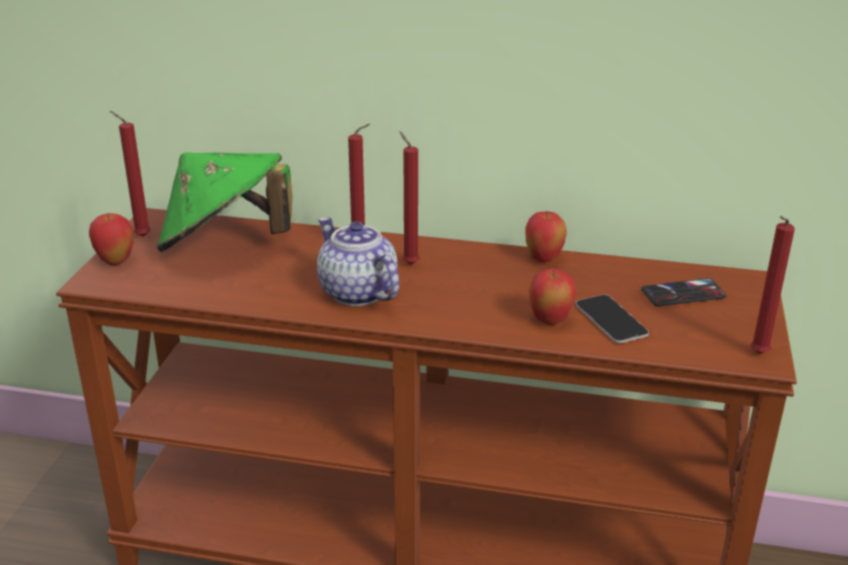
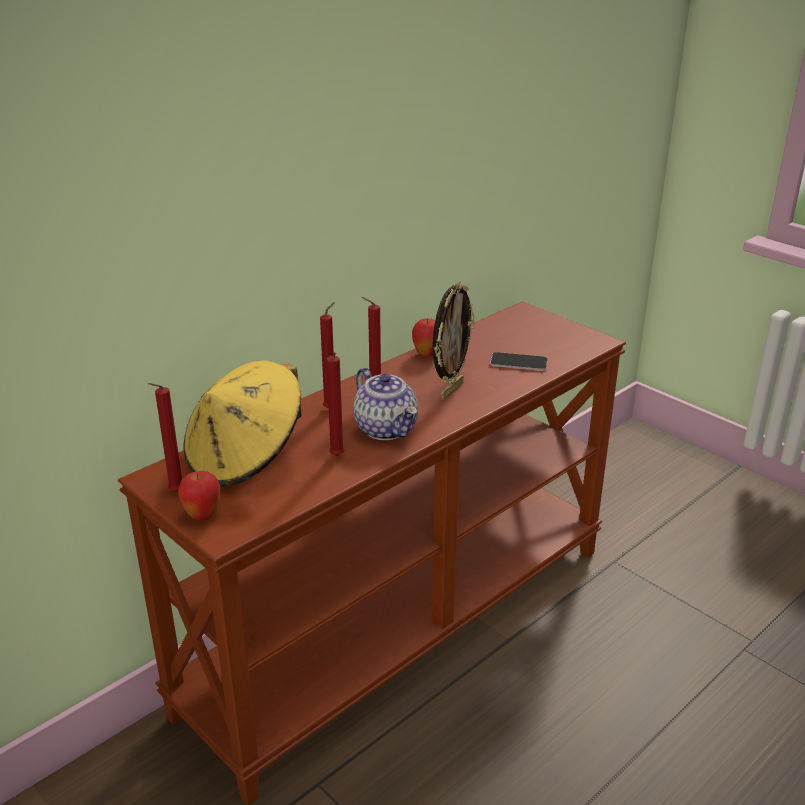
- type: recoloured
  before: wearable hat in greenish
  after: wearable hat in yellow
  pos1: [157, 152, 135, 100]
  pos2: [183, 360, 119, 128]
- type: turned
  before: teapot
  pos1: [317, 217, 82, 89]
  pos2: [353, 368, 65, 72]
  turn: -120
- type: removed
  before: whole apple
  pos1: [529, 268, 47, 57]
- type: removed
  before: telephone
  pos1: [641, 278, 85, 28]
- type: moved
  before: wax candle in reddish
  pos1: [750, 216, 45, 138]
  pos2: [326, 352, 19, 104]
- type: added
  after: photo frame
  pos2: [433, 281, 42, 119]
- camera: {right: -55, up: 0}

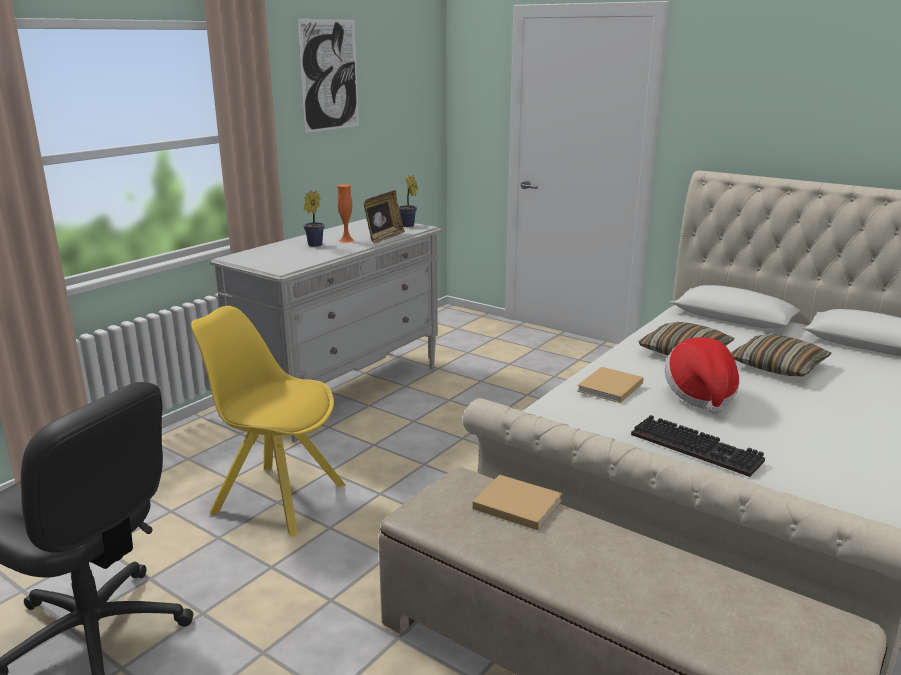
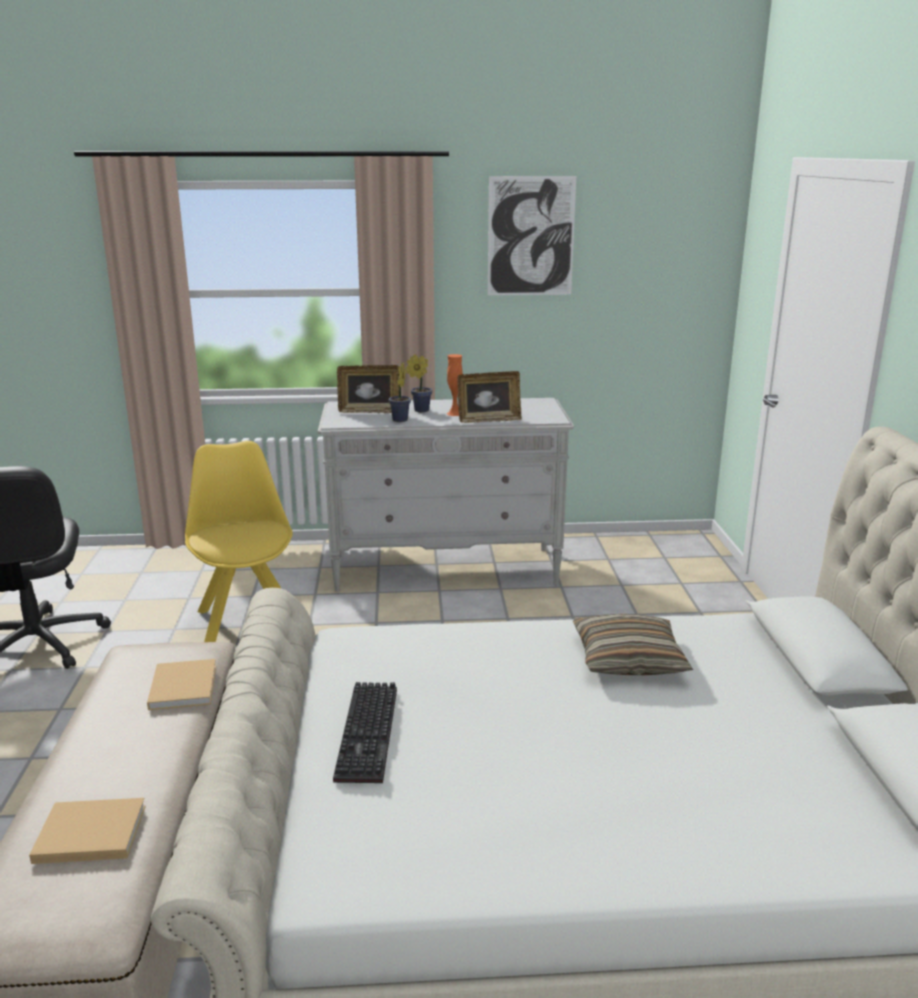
- type: moved
  before: plant in a pot
  pos1: [399, 175, 19, 52]
  pos2: [388, 363, 23, 59]
- type: moved
  before: volume in beige-coloured
  pos1: [577, 367, 67, 36]
  pos2: [29, 798, 117, 66]
- type: removed
  before: wearable hat
  pos1: [665, 337, 75, 77]
- type: removed
  before: throw pillow
  pos1: [731, 334, 100, 42]
- type: added
  after: photo frame
  pos2: [337, 365, 62, 48]
- camera: {right: 50, up: 0}

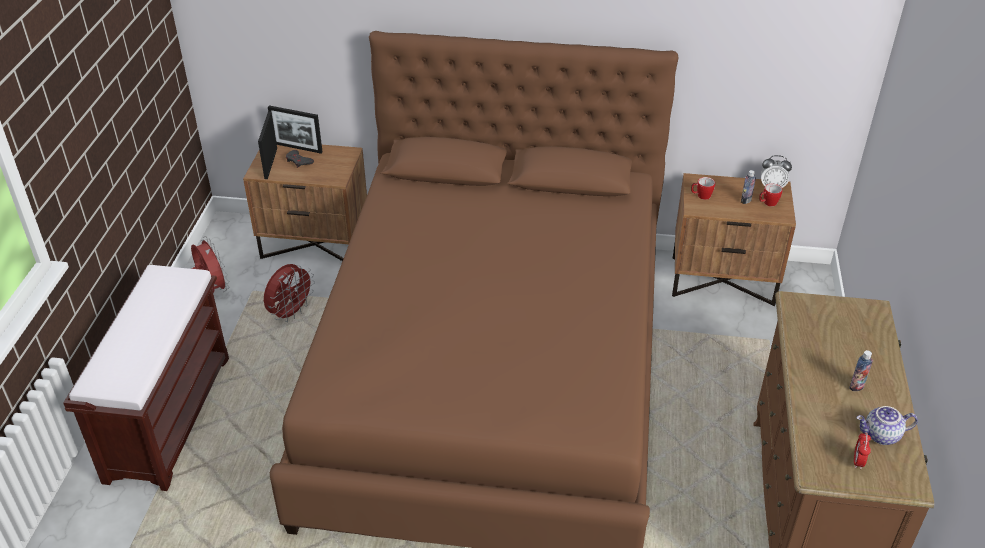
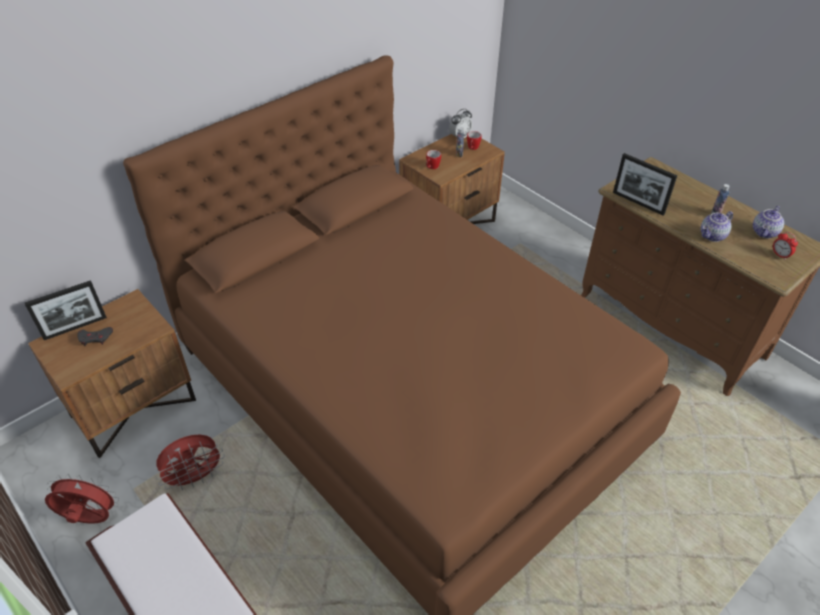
- type: moved
  before: photo frame
  pos1: [258, 111, 19, 68]
  pos2: [613, 153, 64, 63]
- type: turned
  before: cooling fan in reddish
  pos1: [264, 264, 51, 58]
  pos2: [156, 435, 69, 55]
  turn: 75
- type: added
  after: teapot
  pos2: [701, 211, 32, 31]
- camera: {right: -50, up: 5}

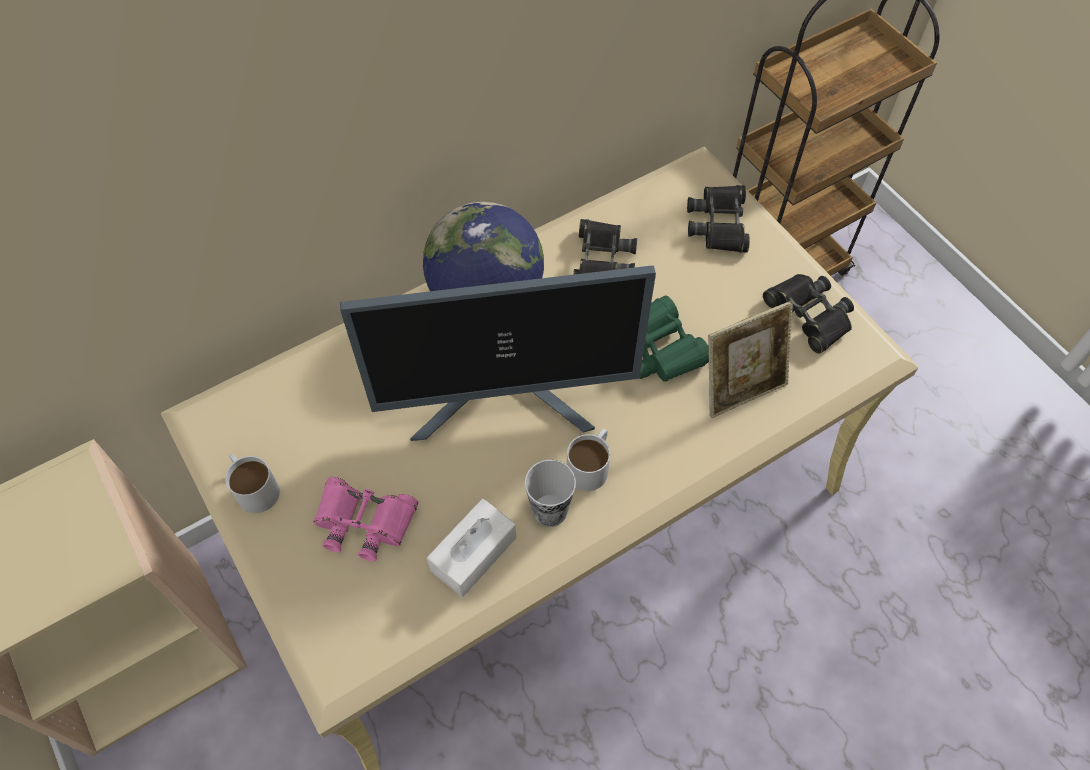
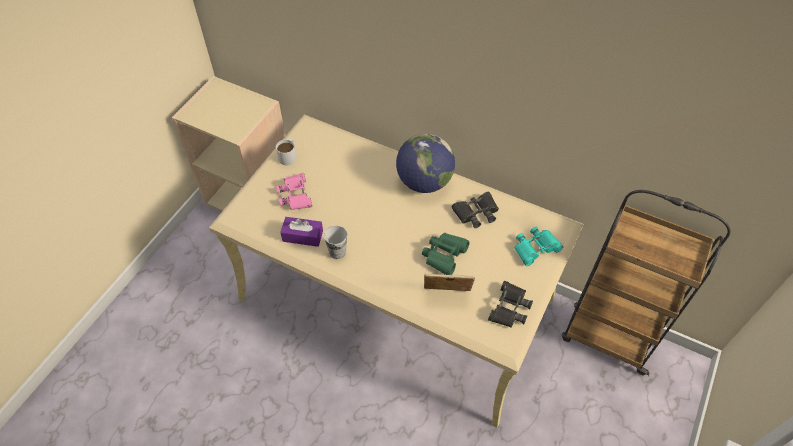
- type: removed
  before: monitor
  pos1: [340, 265, 316, 176]
- type: recoloured
  before: box of tissues in whitish
  after: box of tissues in purple
  pos1: [427, 499, 89, 98]
  pos2: [280, 217, 43, 30]
- type: removed
  before: tea mug in whitish
  pos1: [567, 429, 43, 62]
- type: recoloured
  before: binoculars in blackish
  after: binoculars in blue-green
  pos1: [687, 185, 63, 68]
  pos2: [514, 227, 49, 39]
- type: turned
  before: photo frame
  pos1: [708, 301, 85, 117]
  pos2: [424, 274, 51, 17]
  turn: 150
- camera: {right: 60, up: -5}

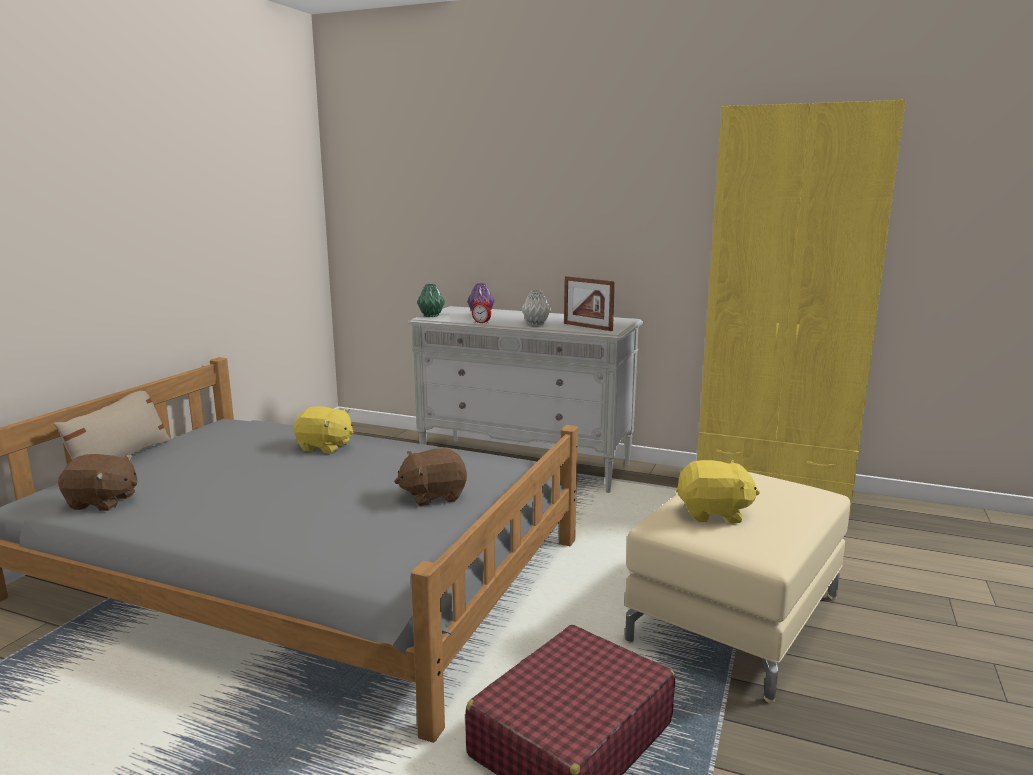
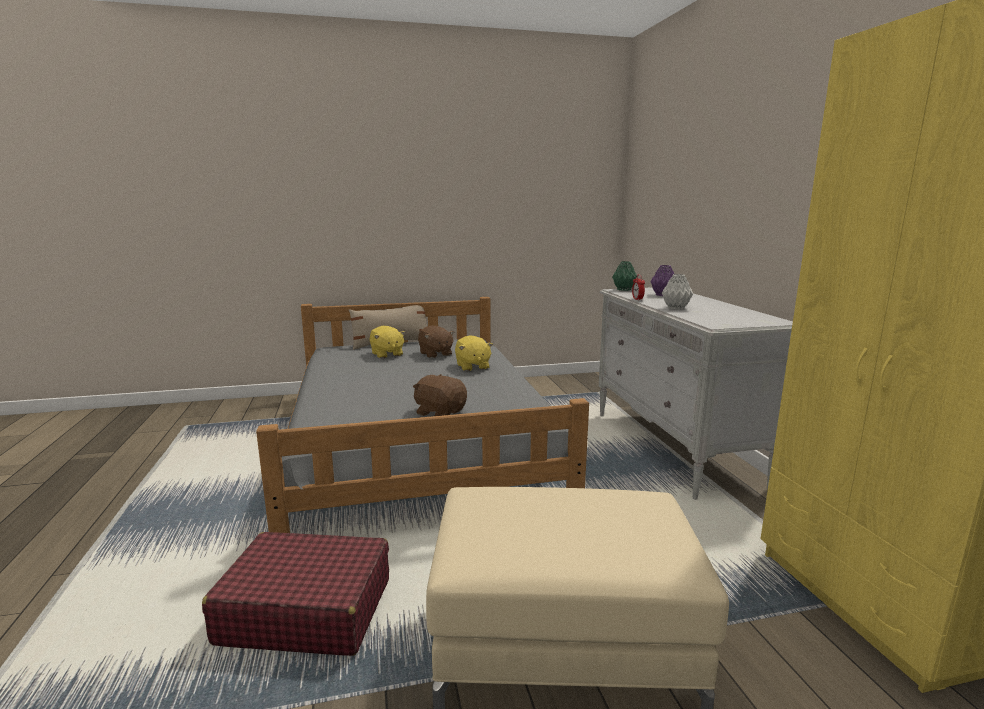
- type: moved
  before: plush toy in brownish
  pos1: [58, 454, 79, 57]
  pos2: [418, 325, 37, 33]
- type: removed
  before: photo frame
  pos1: [564, 276, 51, 55]
- type: moved
  before: plush toy in yellow
  pos1: [676, 460, 84, 63]
  pos2: [370, 326, 35, 32]
- camera: {right: 55, up: 0}

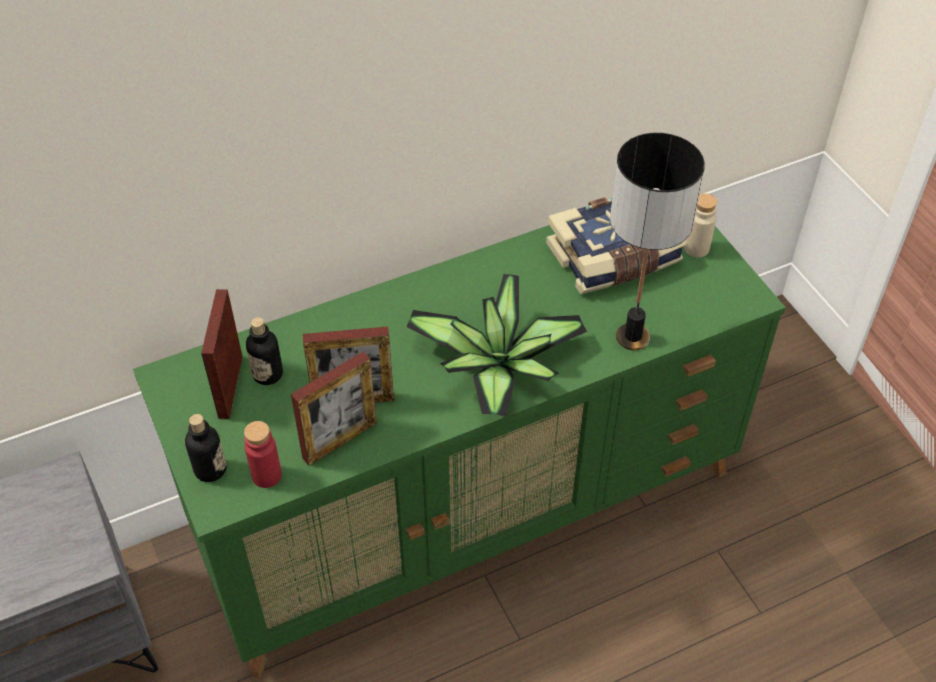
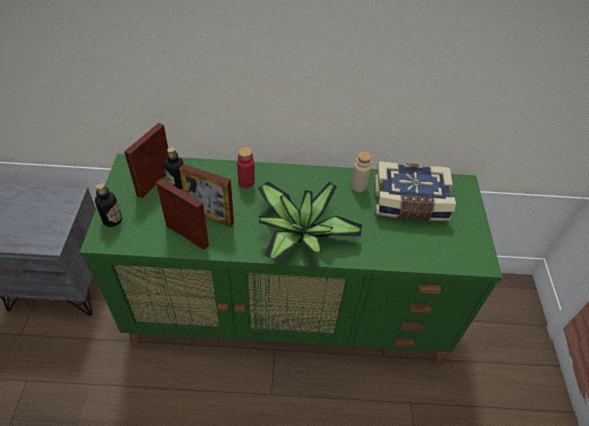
- type: moved
  before: drink bottle in reddish
  pos1: [244, 421, 38, 67]
  pos2: [237, 147, 18, 41]
- type: turned
  before: photo frame
  pos1: [291, 351, 86, 115]
  pos2: [156, 178, 53, 72]
  turn: -135
- type: removed
  before: lamp for a table
  pos1: [610, 133, 95, 217]
- type: moved
  before: drink bottle in beige-coloured
  pos1: [684, 193, 33, 64]
  pos2: [351, 151, 21, 41]
- camera: {right: 25, up: 0}

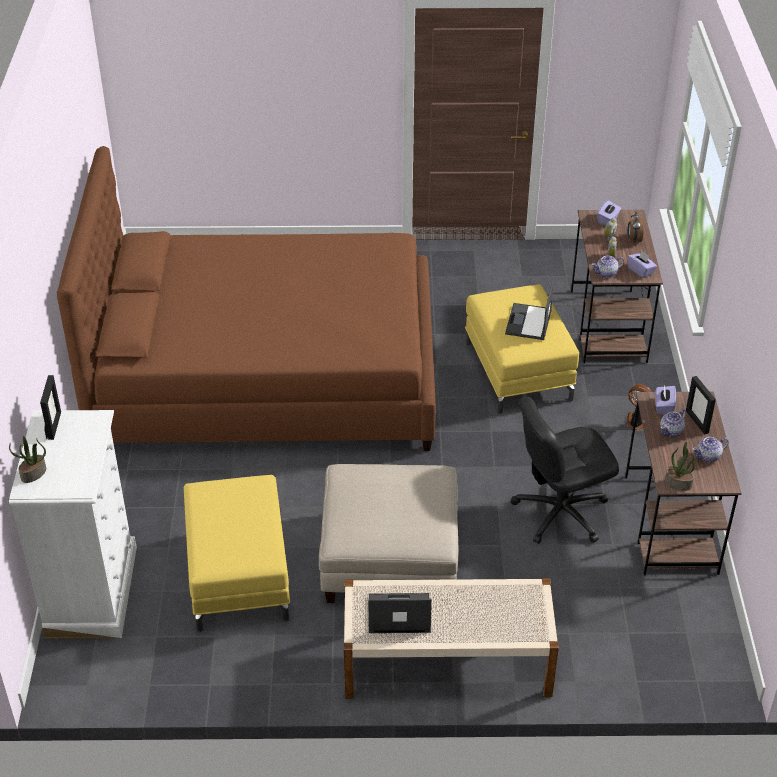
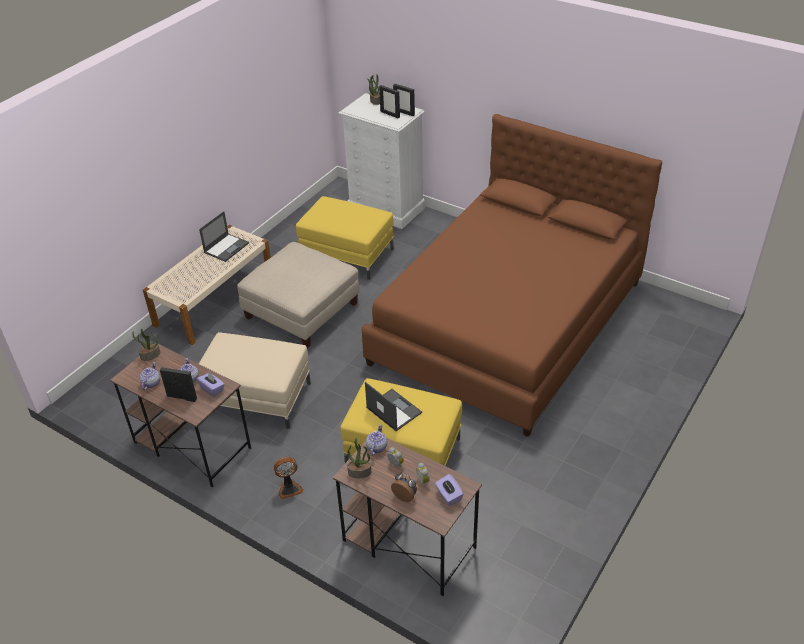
- type: replaced
  before: desk chair in blackish
  after: pouffe in beige-coloured
  pos1: [511, 397, 108, 147]
  pos2: [199, 332, 112, 97]
- type: replaced
  before: box of tissues in purple
  after: plant in a pot
  pos1: [627, 251, 30, 27]
  pos2: [347, 438, 24, 40]
- type: added
  after: photo frame
  pos2: [379, 85, 21, 33]
- camera: {right: 125, up: 0}

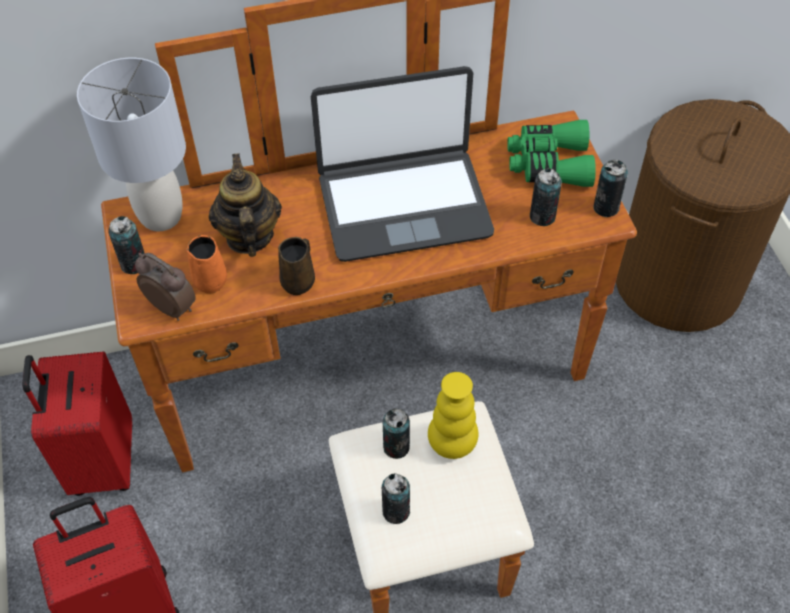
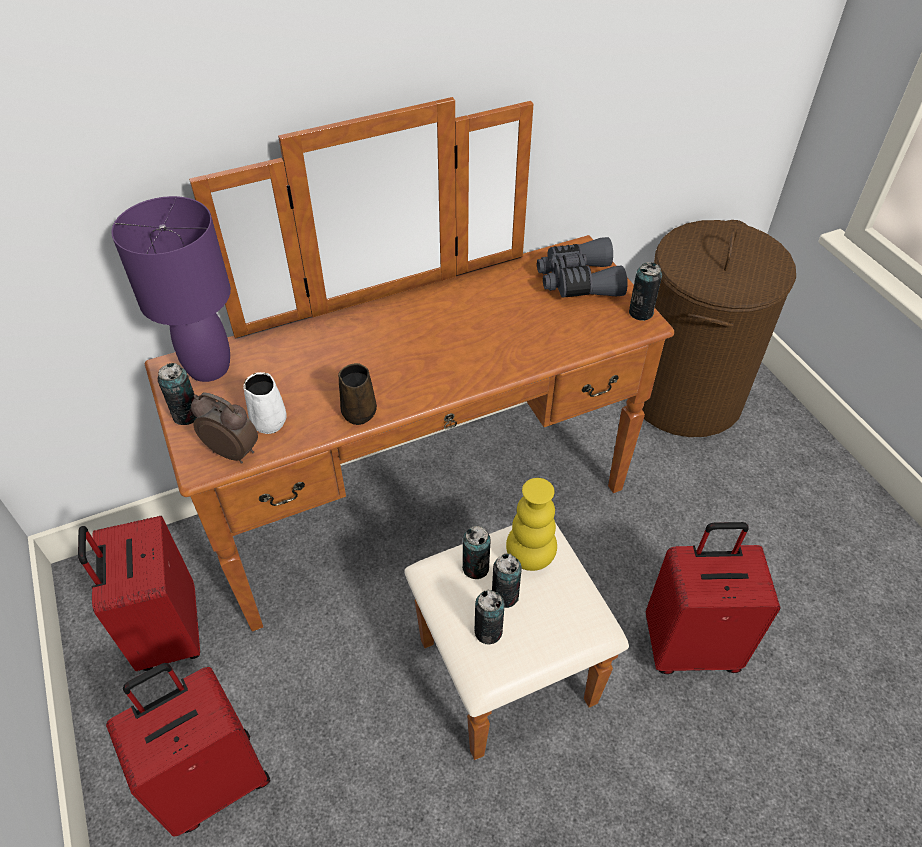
- type: recoloured
  before: lamp for a table in grey
  after: lamp for a table in purple
  pos1: [77, 58, 109, 173]
  pos2: [111, 196, 120, 186]
- type: recoloured
  before: tea mug in orange-coloured
  after: tea mug in whitish
  pos1: [187, 235, 40, 59]
  pos2: [243, 372, 43, 62]
- type: removed
  before: teapot
  pos1: [209, 153, 73, 104]
- type: removed
  before: notebook computer
  pos1: [311, 66, 183, 196]
- type: recoloured
  before: binoculars in greenish
  after: binoculars in grey
  pos1: [507, 120, 89, 67]
  pos2: [537, 237, 90, 61]
- type: moved
  before: metal can
  pos1: [530, 168, 32, 58]
  pos2: [492, 553, 30, 55]
- type: added
  after: suitcase in reddish
  pos2: [646, 522, 135, 152]
- camera: {right: -10, up: -5}

